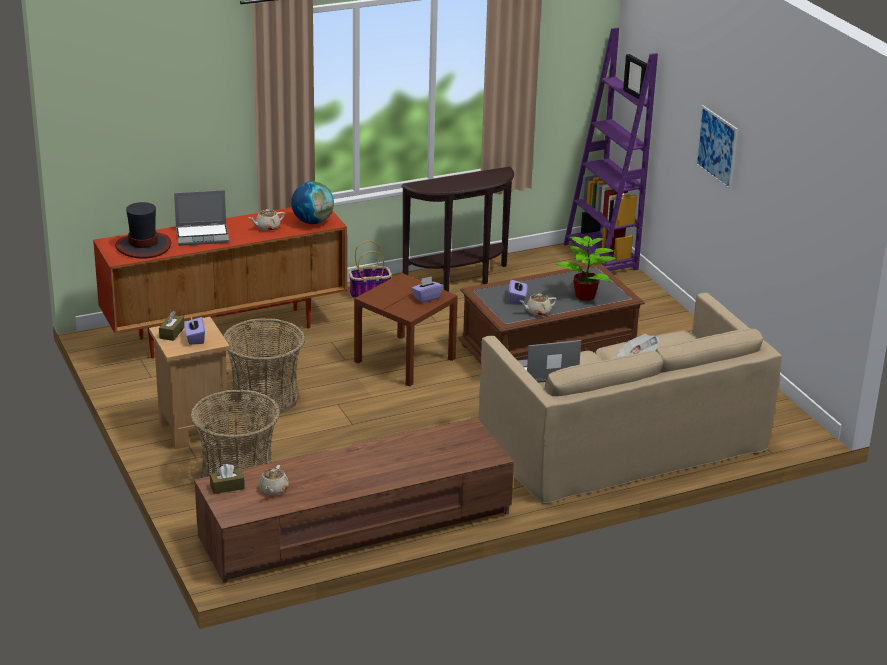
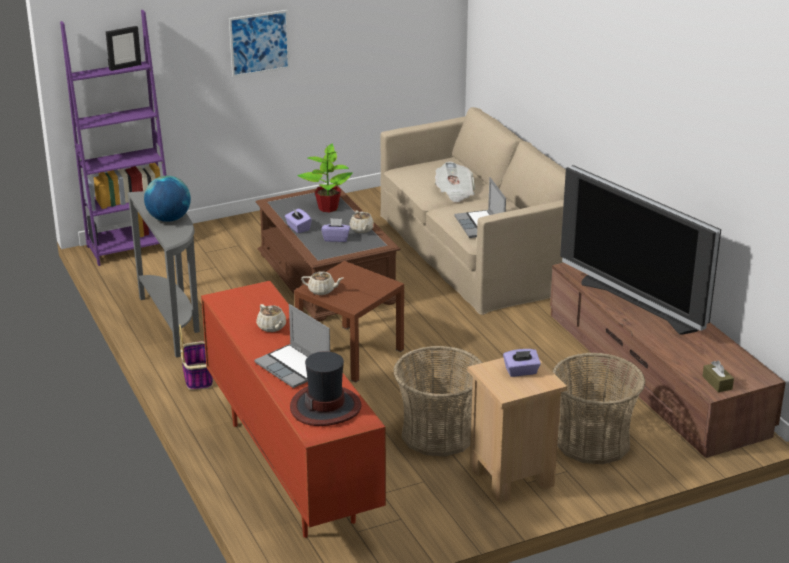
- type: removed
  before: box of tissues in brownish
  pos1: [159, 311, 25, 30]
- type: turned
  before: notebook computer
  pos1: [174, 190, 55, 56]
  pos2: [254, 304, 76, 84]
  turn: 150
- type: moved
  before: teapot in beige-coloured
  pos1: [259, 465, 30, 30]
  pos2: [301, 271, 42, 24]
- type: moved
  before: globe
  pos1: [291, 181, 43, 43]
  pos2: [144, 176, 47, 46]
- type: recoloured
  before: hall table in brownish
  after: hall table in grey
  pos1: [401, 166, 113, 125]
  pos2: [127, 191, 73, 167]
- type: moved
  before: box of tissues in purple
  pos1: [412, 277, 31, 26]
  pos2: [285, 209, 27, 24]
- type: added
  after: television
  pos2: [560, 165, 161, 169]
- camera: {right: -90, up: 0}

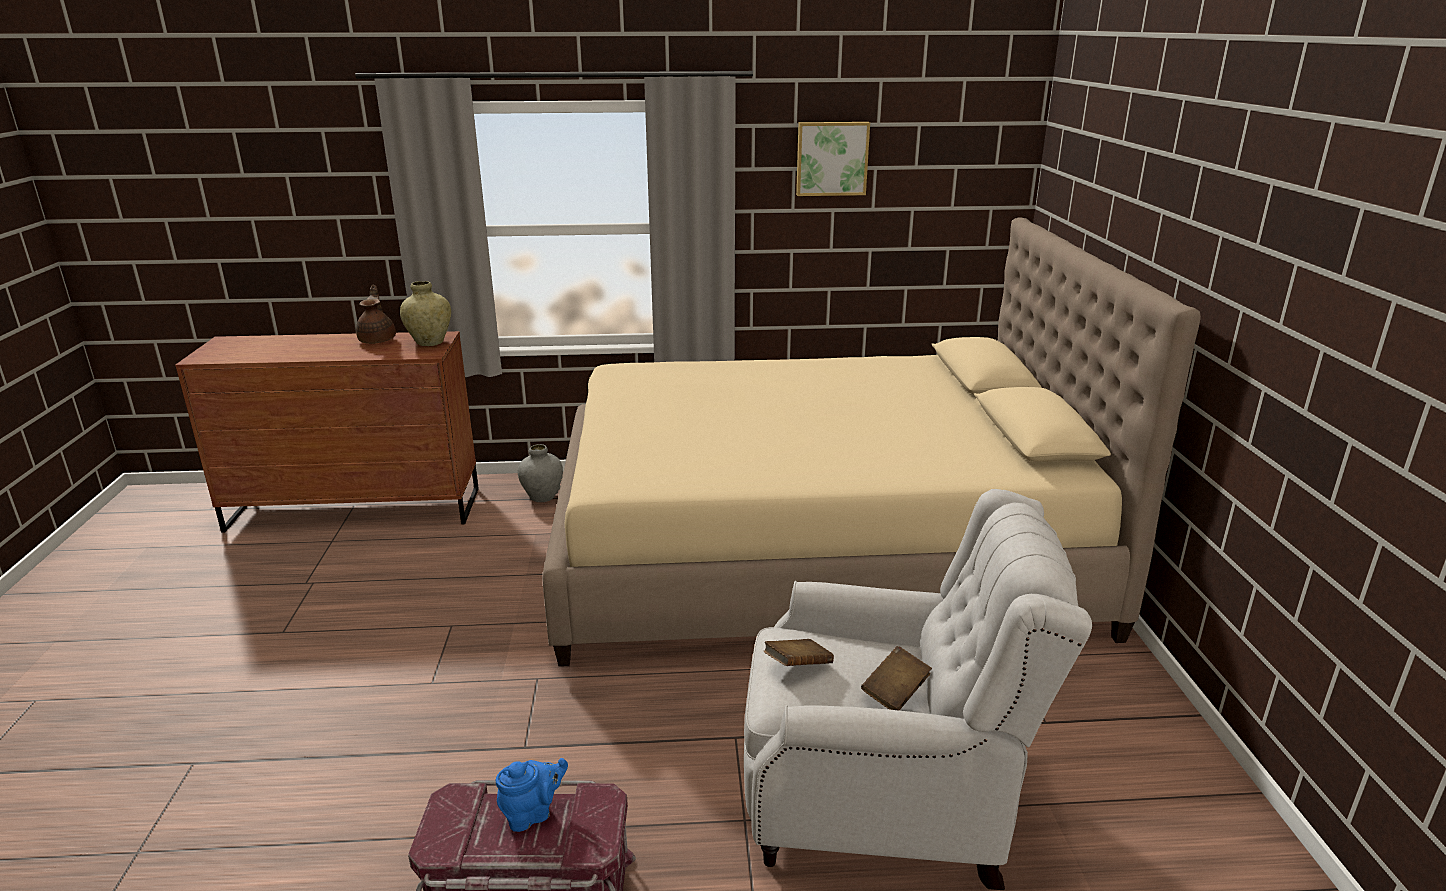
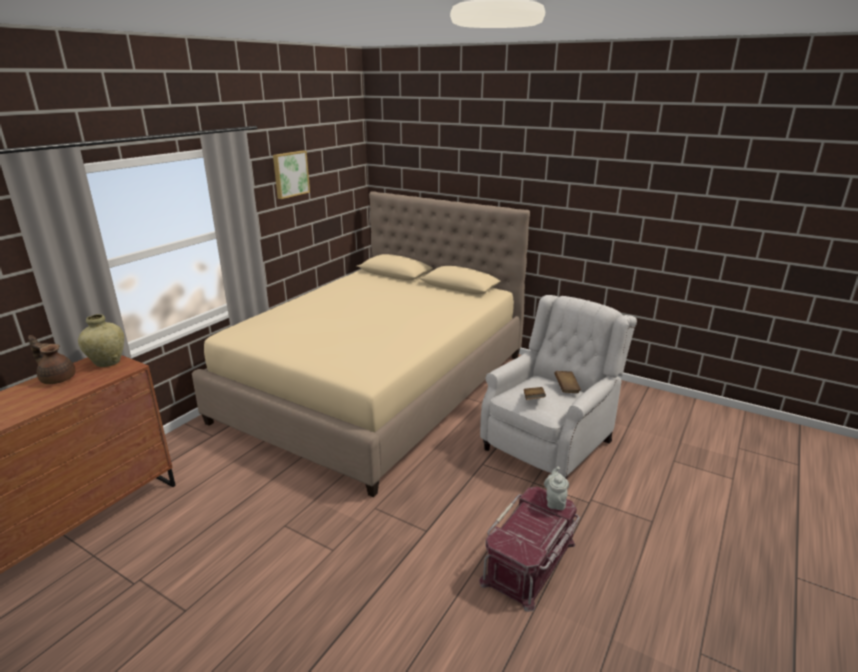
- type: removed
  before: teapot in blue
  pos1: [496, 758, 72, 74]
- type: removed
  before: decorative vase in grey
  pos1: [518, 444, 45, 58]
- type: added
  after: teapot in grey
  pos2: [544, 467, 25, 43]
- camera: {right: -55, up: 0}

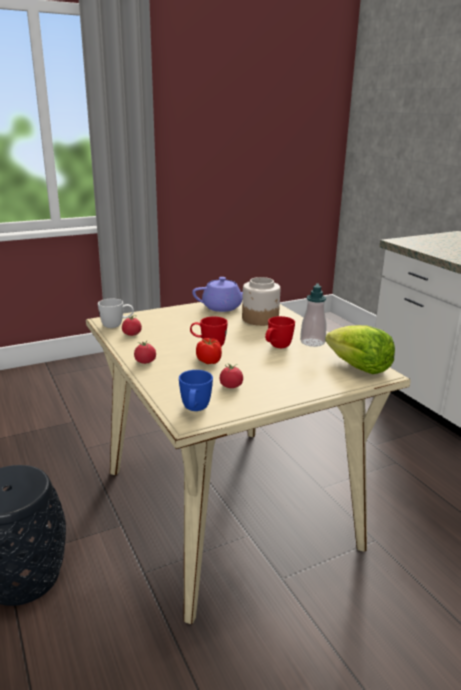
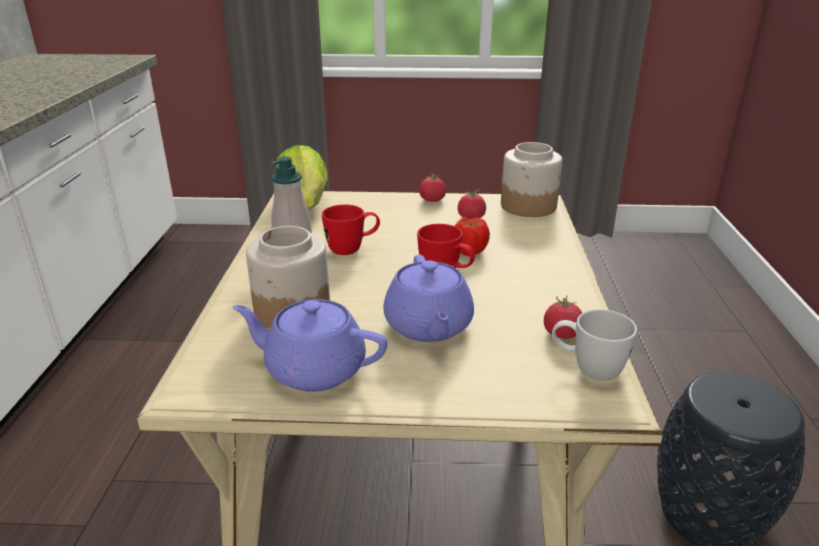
- type: moved
  before: fresh tomato
  pos1: [134, 341, 22, 23]
  pos2: [419, 174, 27, 28]
- type: replaced
  before: tea mug in blue
  after: jar
  pos1: [179, 370, 34, 41]
  pos2: [501, 142, 61, 75]
- type: added
  after: teapot in purple
  pos2: [383, 255, 91, 87]
- camera: {right: -150, up: 5}

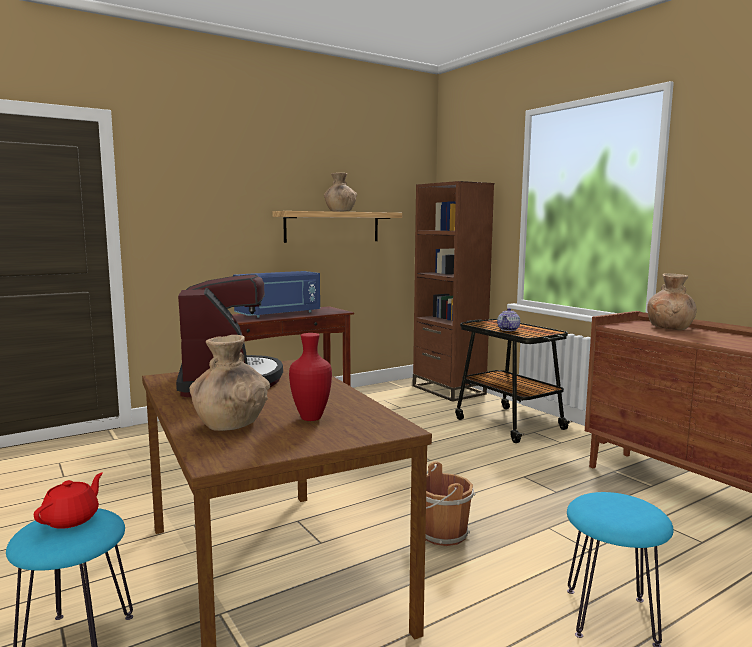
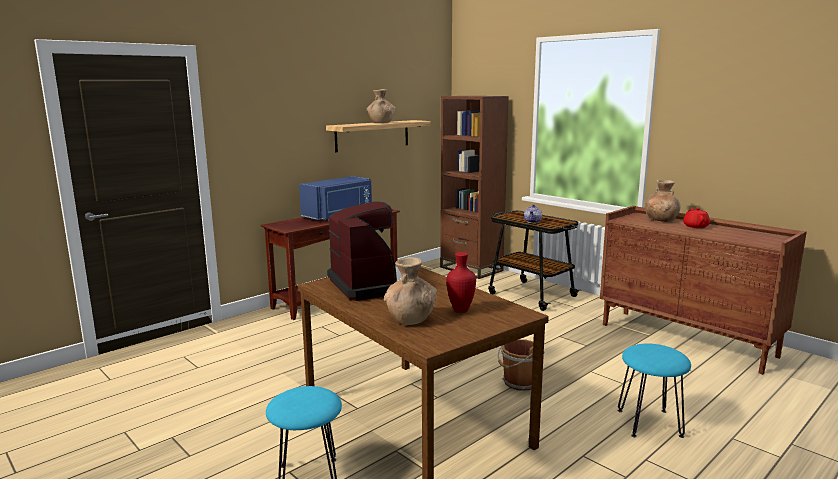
- type: moved
  before: teapot in reddish
  pos1: [34, 472, 69, 57]
  pos2: [683, 208, 27, 20]
- camera: {right: -10, up: 5}

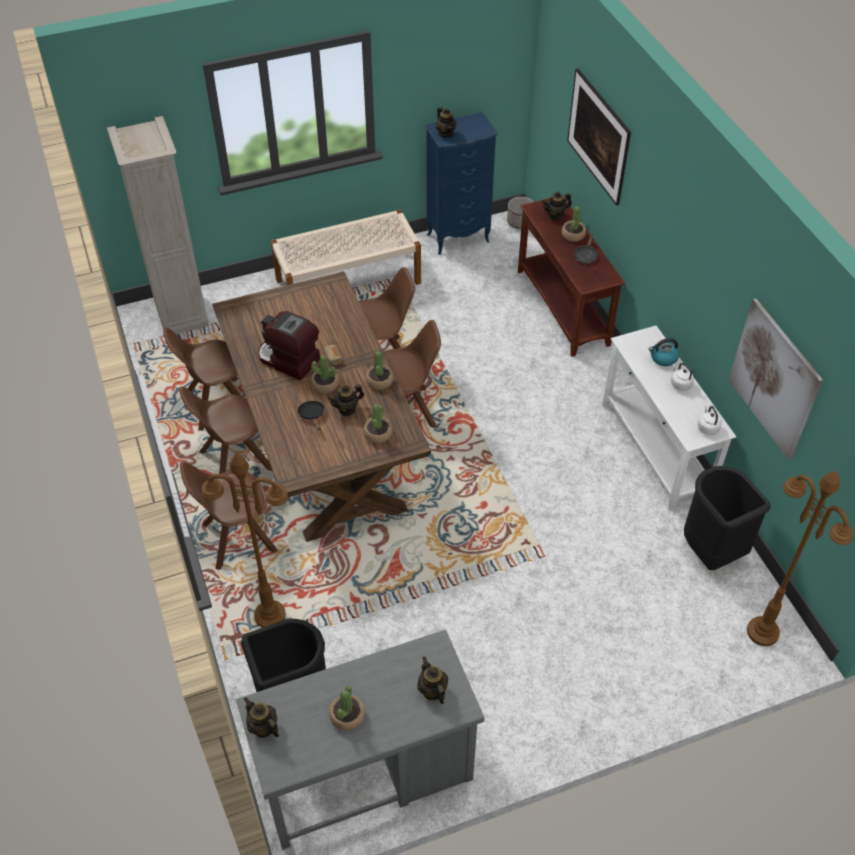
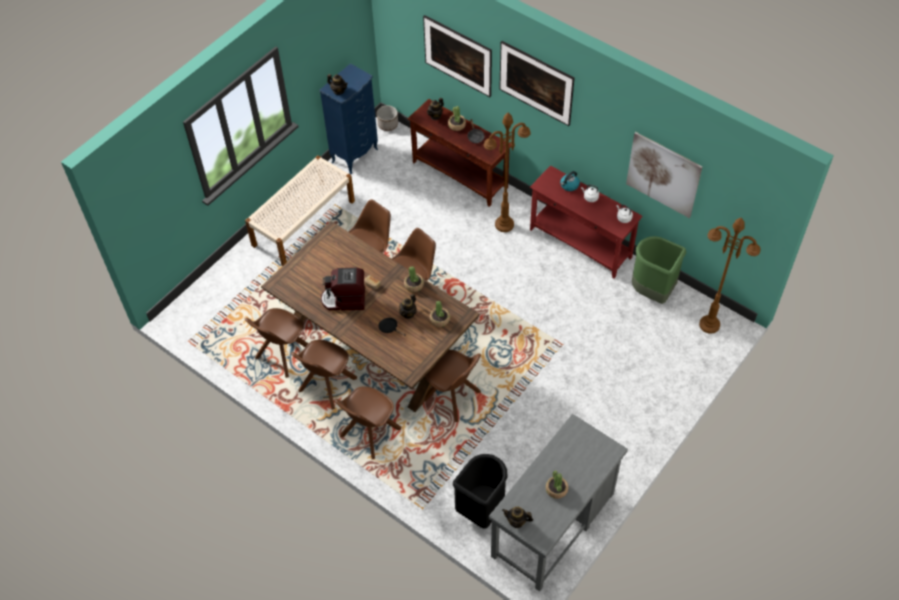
- type: removed
  before: cabinet in beige-coloured
  pos1: [107, 116, 102, 218]
- type: moved
  before: standing lamp in brownish
  pos1: [202, 453, 86, 175]
  pos2: [484, 113, 47, 119]
- type: removed
  before: plant in a pot
  pos1: [311, 355, 28, 39]
- type: removed
  before: teapot
  pos1: [417, 657, 31, 47]
- type: recoloured
  before: hall table in whitish
  after: hall table in reddish
  pos1: [602, 326, 134, 184]
  pos2: [530, 165, 113, 114]
- type: recoloured
  before: rubbish bin in blackish
  after: rubbish bin in greenish
  pos1: [684, 466, 87, 104]
  pos2: [632, 236, 54, 68]
- type: added
  after: upright chair in brownish
  pos2: [424, 350, 57, 72]
- type: added
  after: picture
  pos2: [499, 41, 75, 85]
- camera: {right: -30, up: 5}

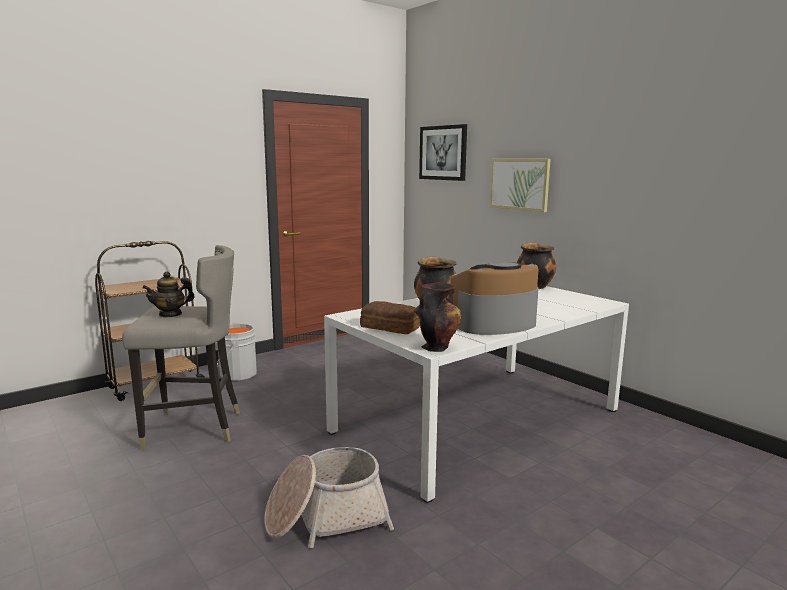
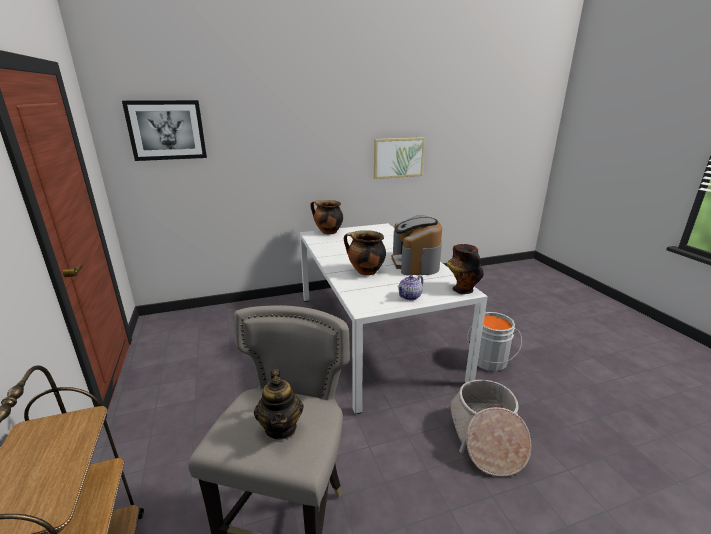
- type: moved
  before: water bucket in grey
  pos1: [217, 323, 40, 58]
  pos2: [467, 312, 55, 59]
- type: replaced
  before: bread
  after: teapot
  pos1: [360, 301, 60, 33]
  pos2: [397, 275, 26, 25]
- type: moved
  before: picture
  pos1: [490, 159, 60, 53]
  pos2: [374, 137, 51, 42]
- camera: {right: -70, up: 10}

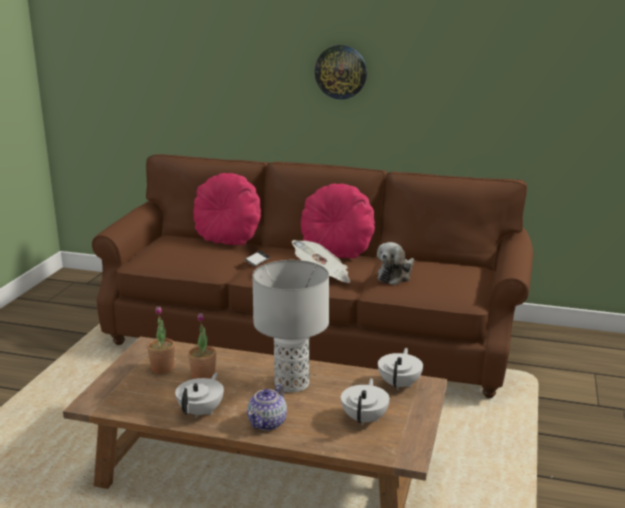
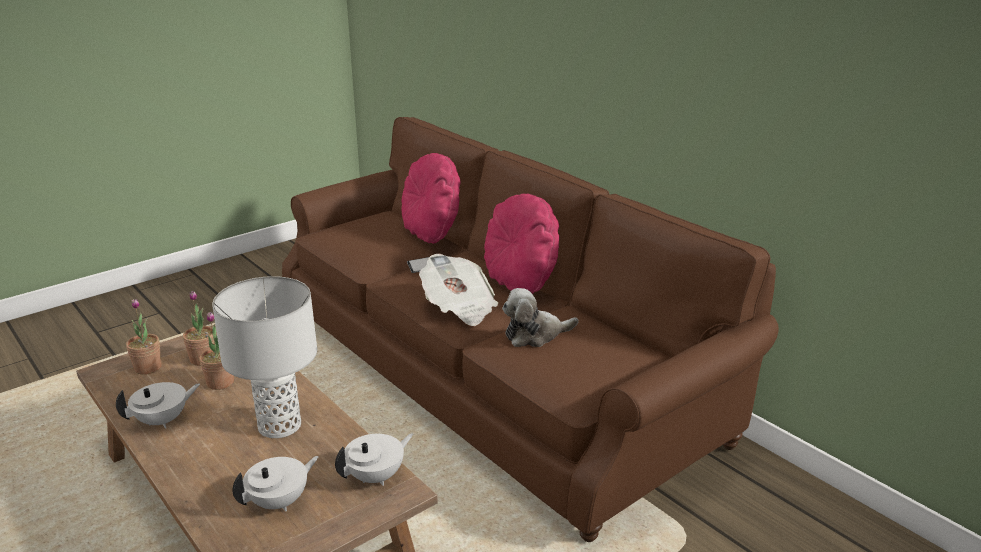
- type: removed
  before: teapot
  pos1: [247, 384, 40, 46]
- type: removed
  before: clock on the wall
  pos1: [315, 45, 52, 54]
- type: added
  after: plant in a pot
  pos2: [126, 299, 36, 76]
- camera: {right: 35, up: 5}

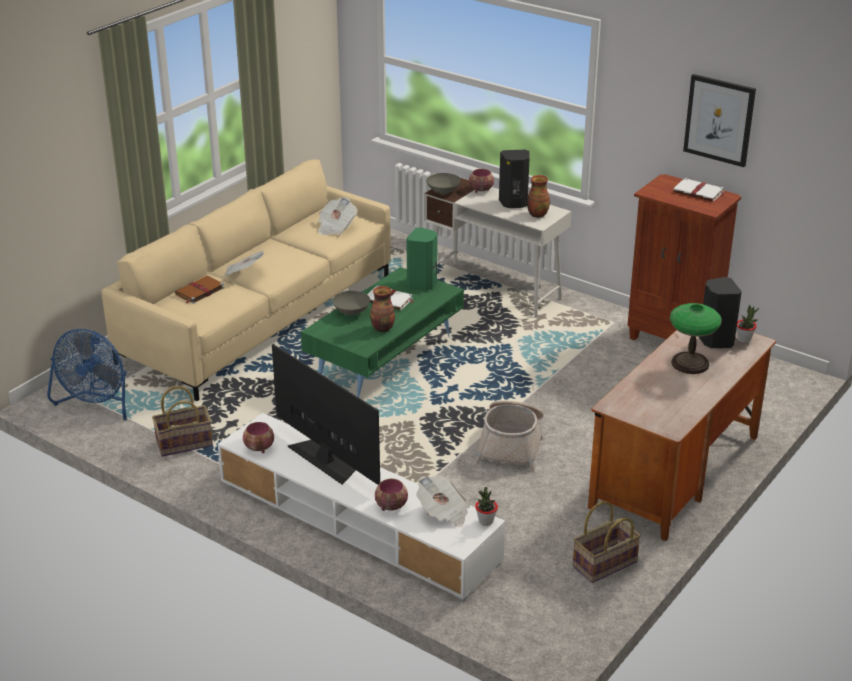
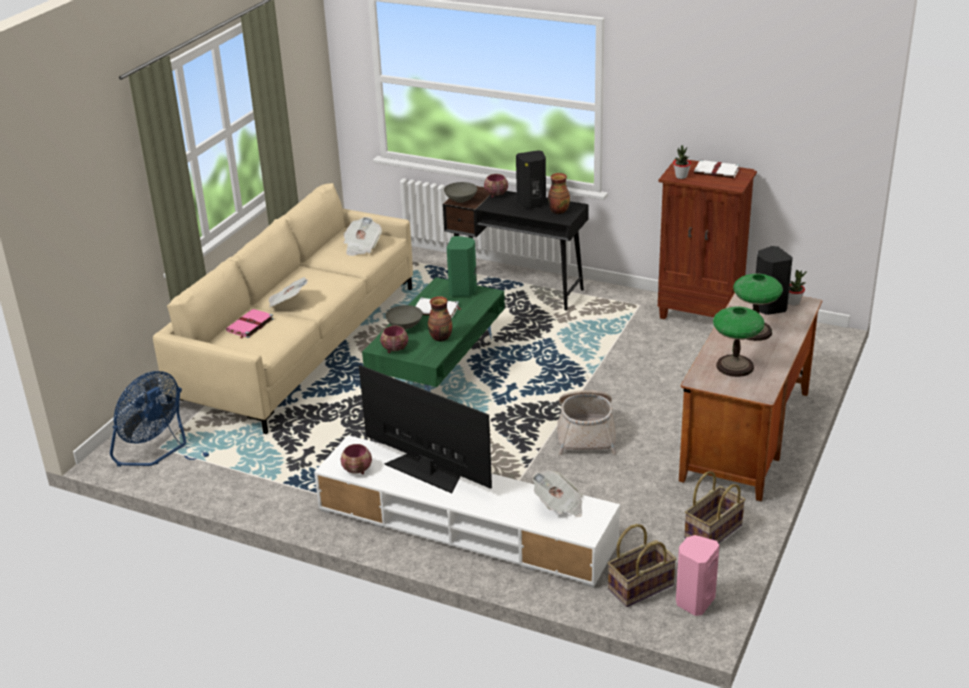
- type: turned
  before: cooling fan in blue
  pos1: [47, 329, 80, 91]
  pos2: [110, 371, 99, 96]
  turn: 120
- type: moved
  before: basket
  pos1: [152, 386, 61, 71]
  pos2: [608, 524, 68, 83]
- type: recoloured
  before: volume in brownish
  after: volume in pinkish
  pos1: [175, 276, 49, 28]
  pos2: [226, 309, 48, 29]
- type: moved
  before: serving bowl
  pos1: [375, 479, 33, 32]
  pos2: [380, 325, 28, 28]
- type: recoloured
  before: desk in whitish
  after: desk in blackish
  pos1: [424, 177, 147, 141]
  pos2: [443, 186, 146, 125]
- type: moved
  before: plant in a pot
  pos1: [475, 487, 23, 39]
  pos2: [673, 145, 18, 34]
- type: removed
  before: picture
  pos1: [683, 74, 73, 93]
- type: added
  after: loudspeaker in pinkish
  pos2: [676, 535, 44, 81]
- type: added
  after: lamp for a table
  pos2: [713, 307, 52, 70]
- camera: {right: -10, up: 0}

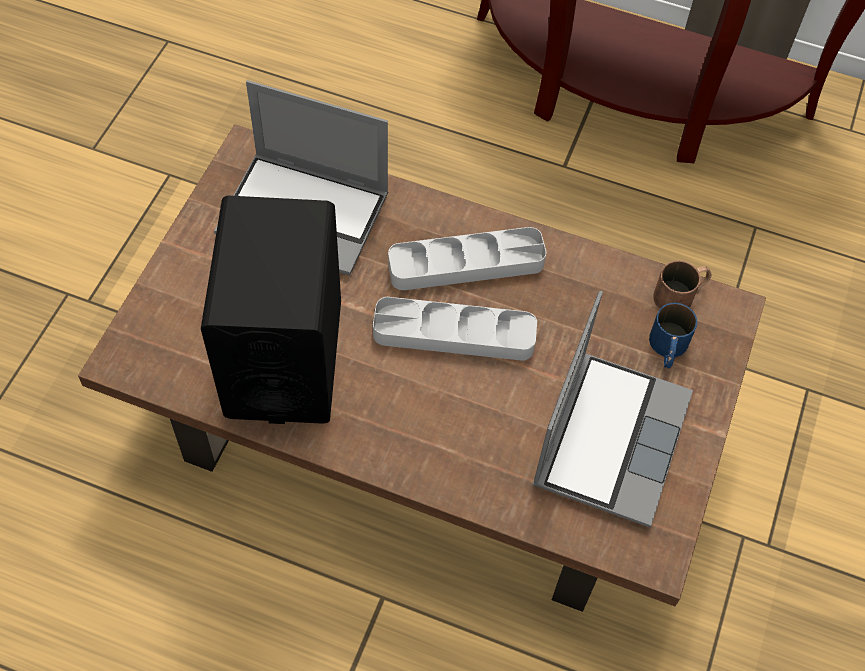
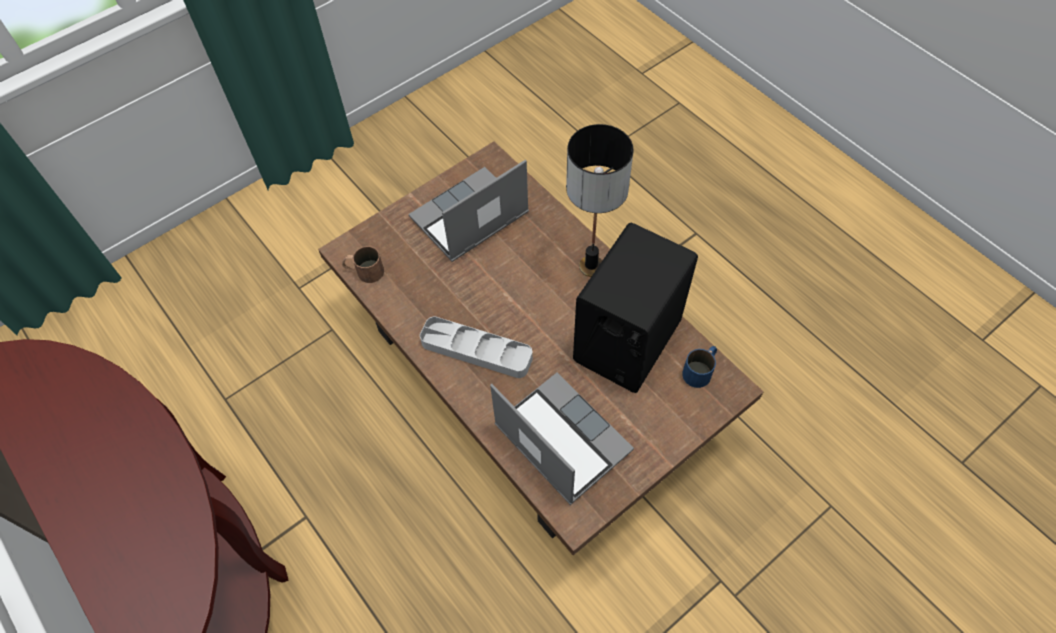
- type: removed
  before: carrying tray in grey
  pos1: [373, 297, 164, 64]
- type: moved
  before: tea mug in blue
  pos1: [649, 303, 48, 66]
  pos2: [682, 346, 35, 42]
- type: added
  after: lamp for a table
  pos2: [566, 124, 68, 153]
- camera: {right: -145, up: 0}

